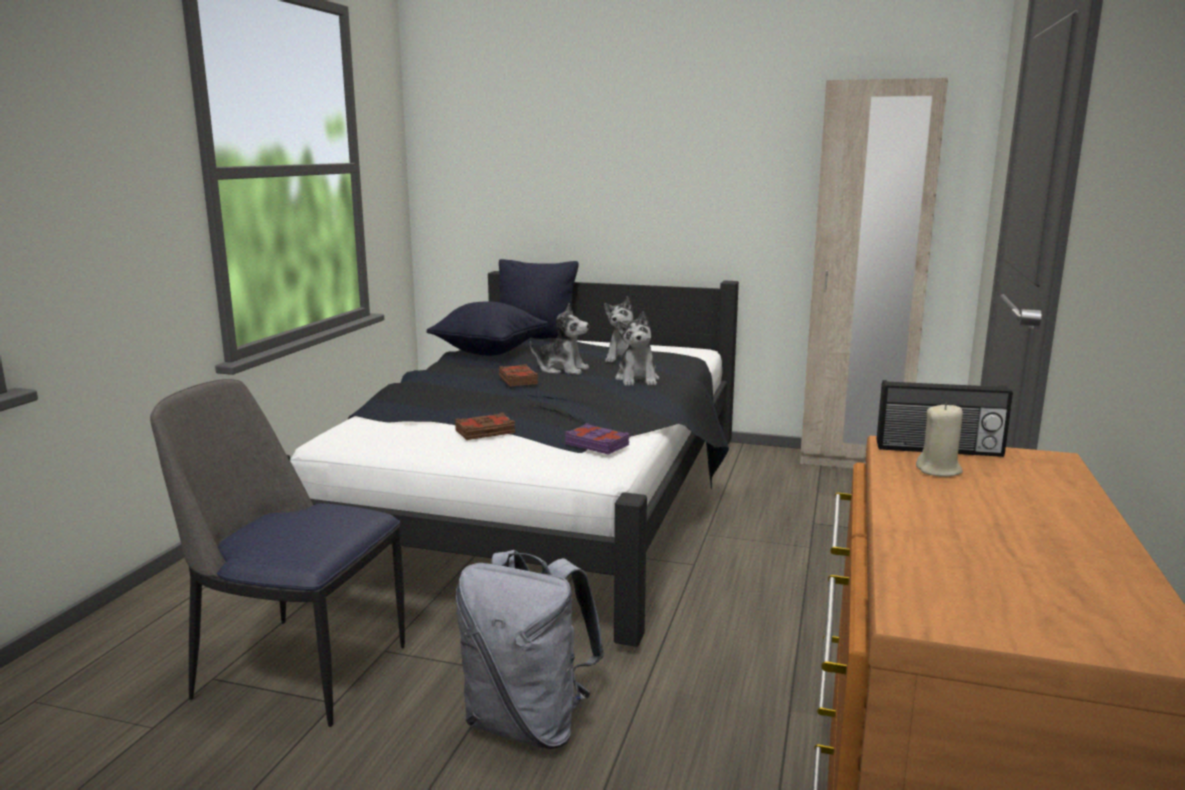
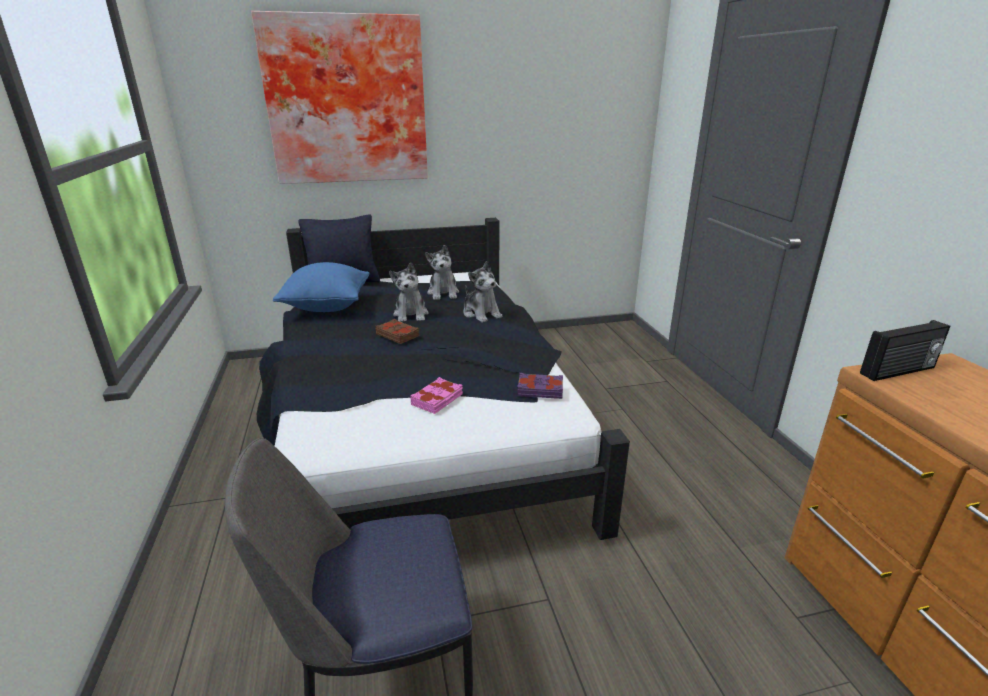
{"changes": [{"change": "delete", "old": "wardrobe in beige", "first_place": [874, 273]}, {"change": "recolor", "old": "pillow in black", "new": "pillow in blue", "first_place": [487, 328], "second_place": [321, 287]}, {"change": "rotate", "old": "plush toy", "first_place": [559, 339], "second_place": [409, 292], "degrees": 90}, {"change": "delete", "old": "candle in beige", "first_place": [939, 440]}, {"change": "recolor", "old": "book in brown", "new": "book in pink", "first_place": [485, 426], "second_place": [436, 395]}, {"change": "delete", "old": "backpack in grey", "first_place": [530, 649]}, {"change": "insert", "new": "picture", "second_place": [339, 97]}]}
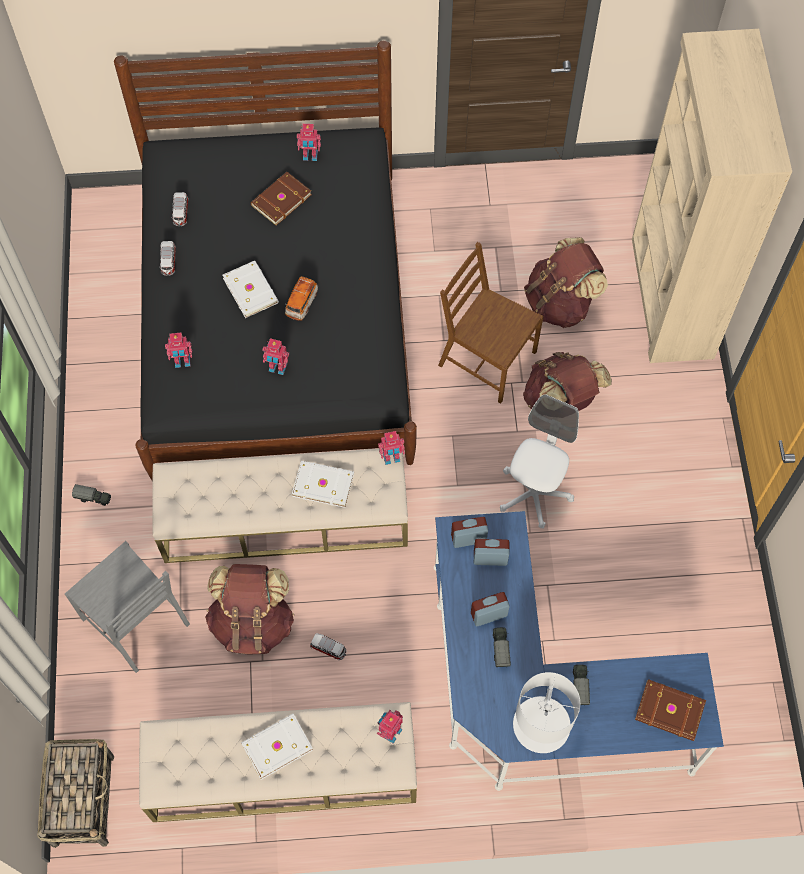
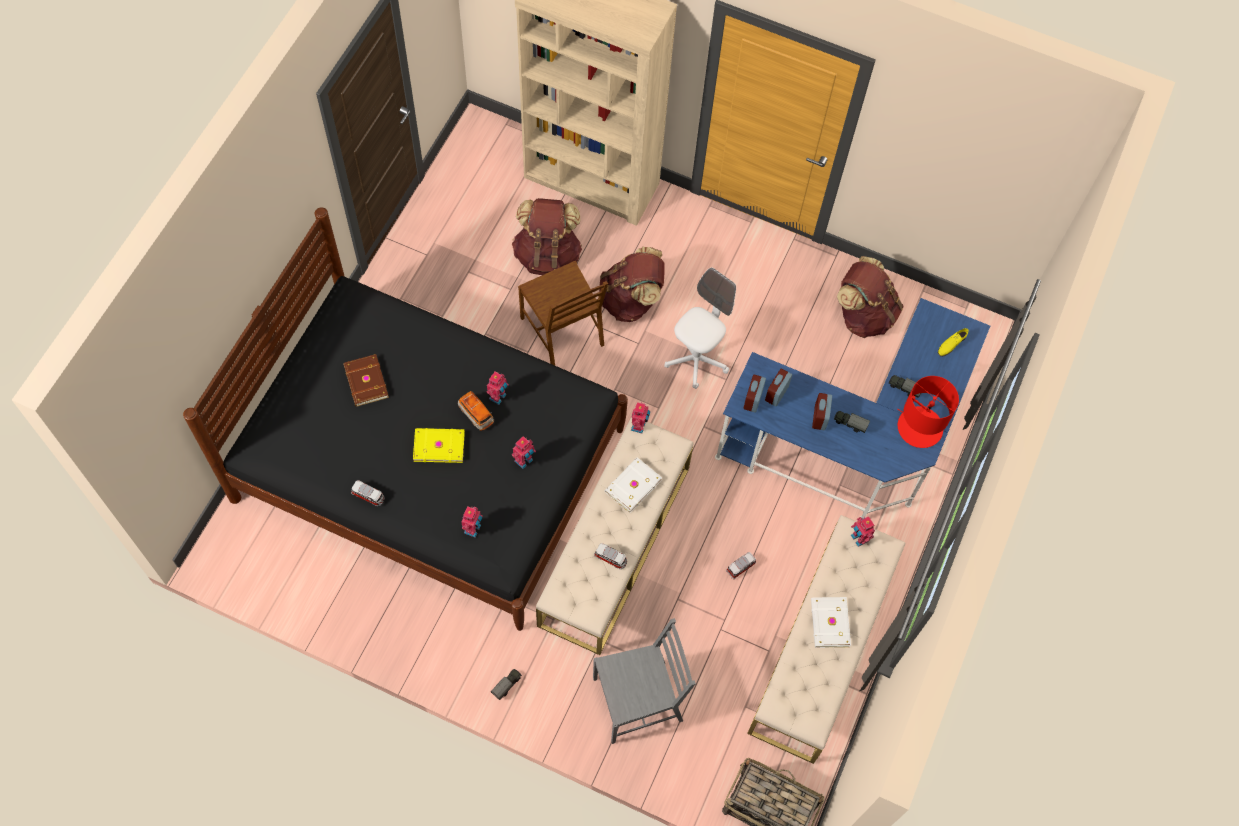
{"changes": [{"change": "move", "old": "toy robot", "first_place": [309, 142], "second_place": [498, 388]}, {"change": "move", "old": "toy car", "first_place": [180, 209], "second_place": [610, 556]}, {"change": "rotate", "old": "chair in brown", "first_place": [490, 322], "second_place": [563, 313], "degrees": -90}, {"change": "recolor", "old": "book in white", "new": "book in yellow", "first_place": [251, 289], "second_place": [439, 445]}, {"change": "rotate", "old": "office chair in white", "first_place": [539, 461], "second_place": [700, 328], "degrees": 75}, {"change": "move", "old": "backpack in brown", "first_place": [249, 609], "second_place": [870, 297]}, {"change": "recolor", "old": "table lamp in white", "new": "table lamp in red", "first_place": [546, 712], "second_place": [928, 412]}, {"change": "replace", "old": "book in brown", "new": "shoe in yellow", "first_place": [670, 710], "second_place": [953, 342]}]}
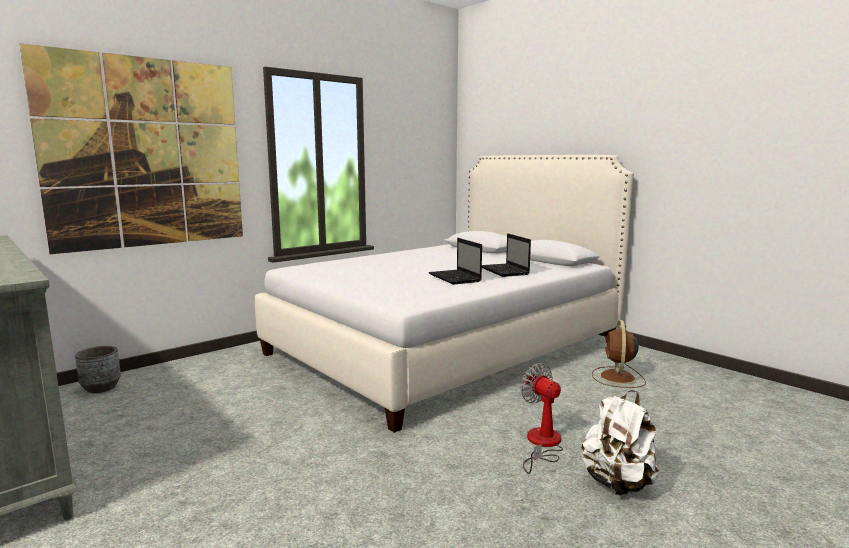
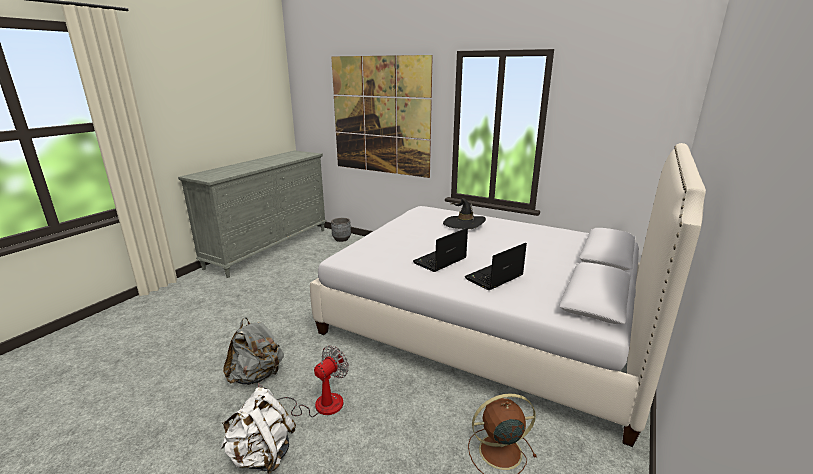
{"changes": [{"change": "insert", "new": "hat in black", "second_place": [464, 213]}, {"change": "insert", "new": "backpack in grey", "second_place": [253, 351]}]}
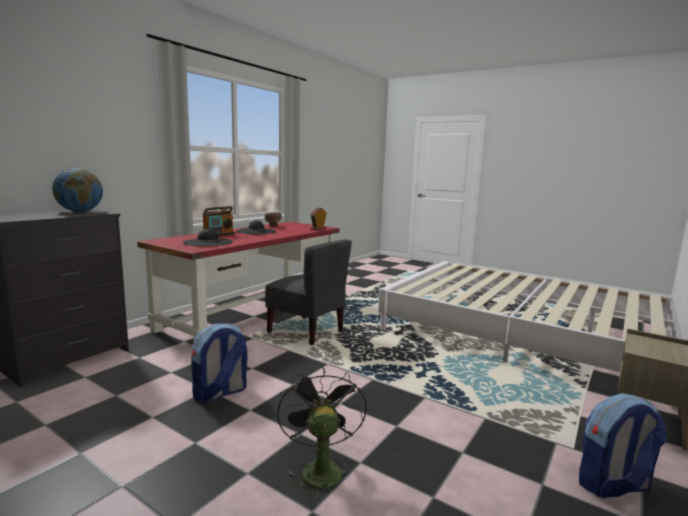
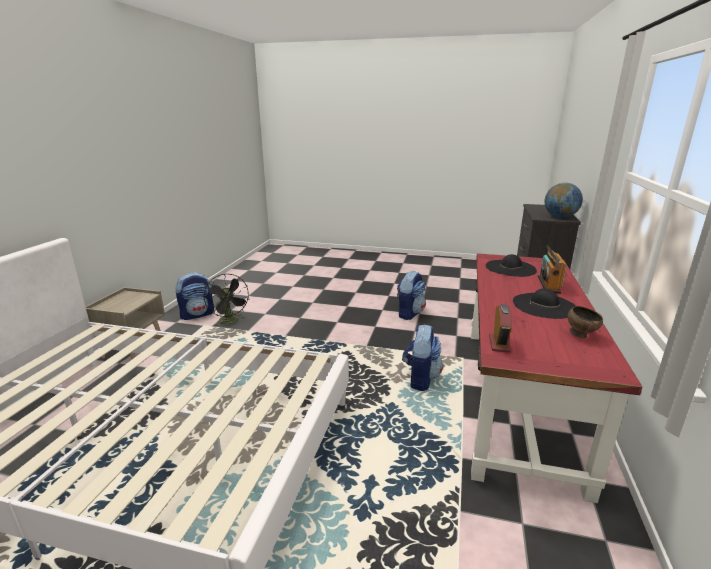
{"changes": [{"change": "replace", "old": "chair in grey", "new": "backpack", "first_place": [308, 292], "second_place": [422, 357]}, {"change": "move", "old": "fan in black", "first_place": [322, 432], "second_place": [227, 300]}]}
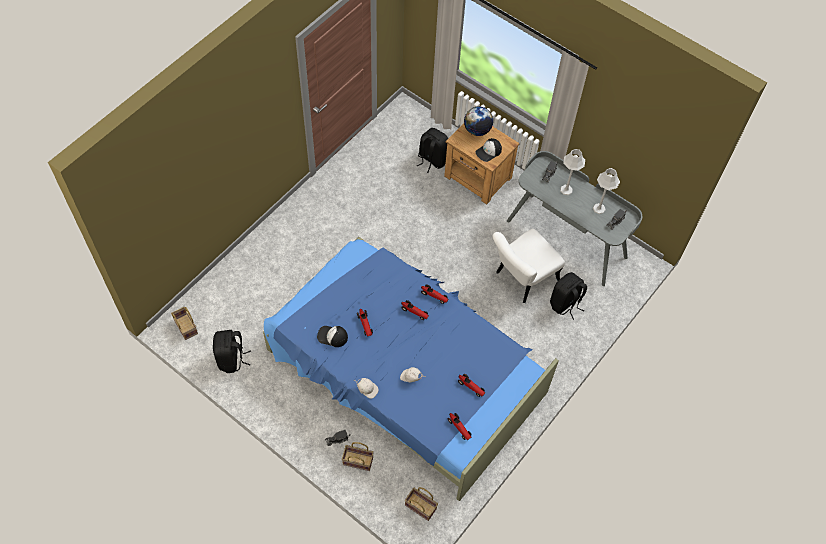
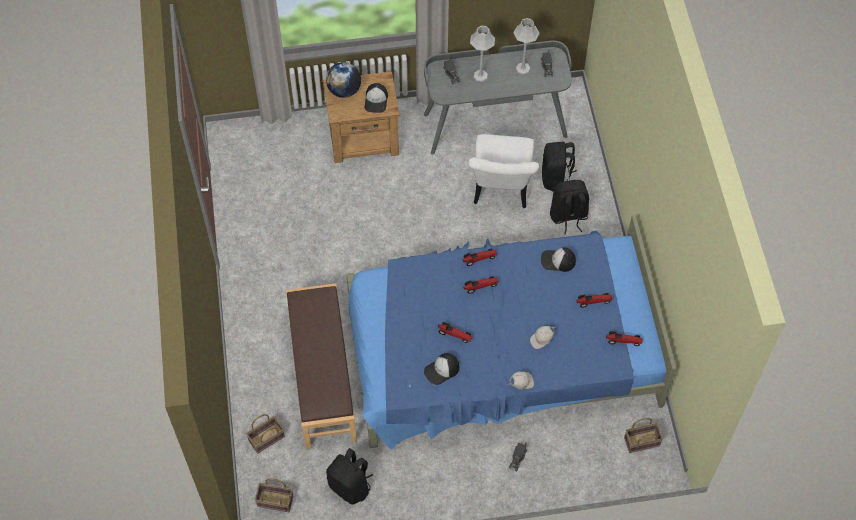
{"changes": [{"change": "move", "old": "backpack in black", "first_place": [432, 150], "second_place": [569, 207]}, {"change": "move", "old": "basket", "first_place": [358, 456], "second_place": [265, 434]}, {"change": "insert", "new": "cap", "second_place": [558, 260]}, {"change": "insert", "new": "bench in brown", "second_place": [321, 366]}]}
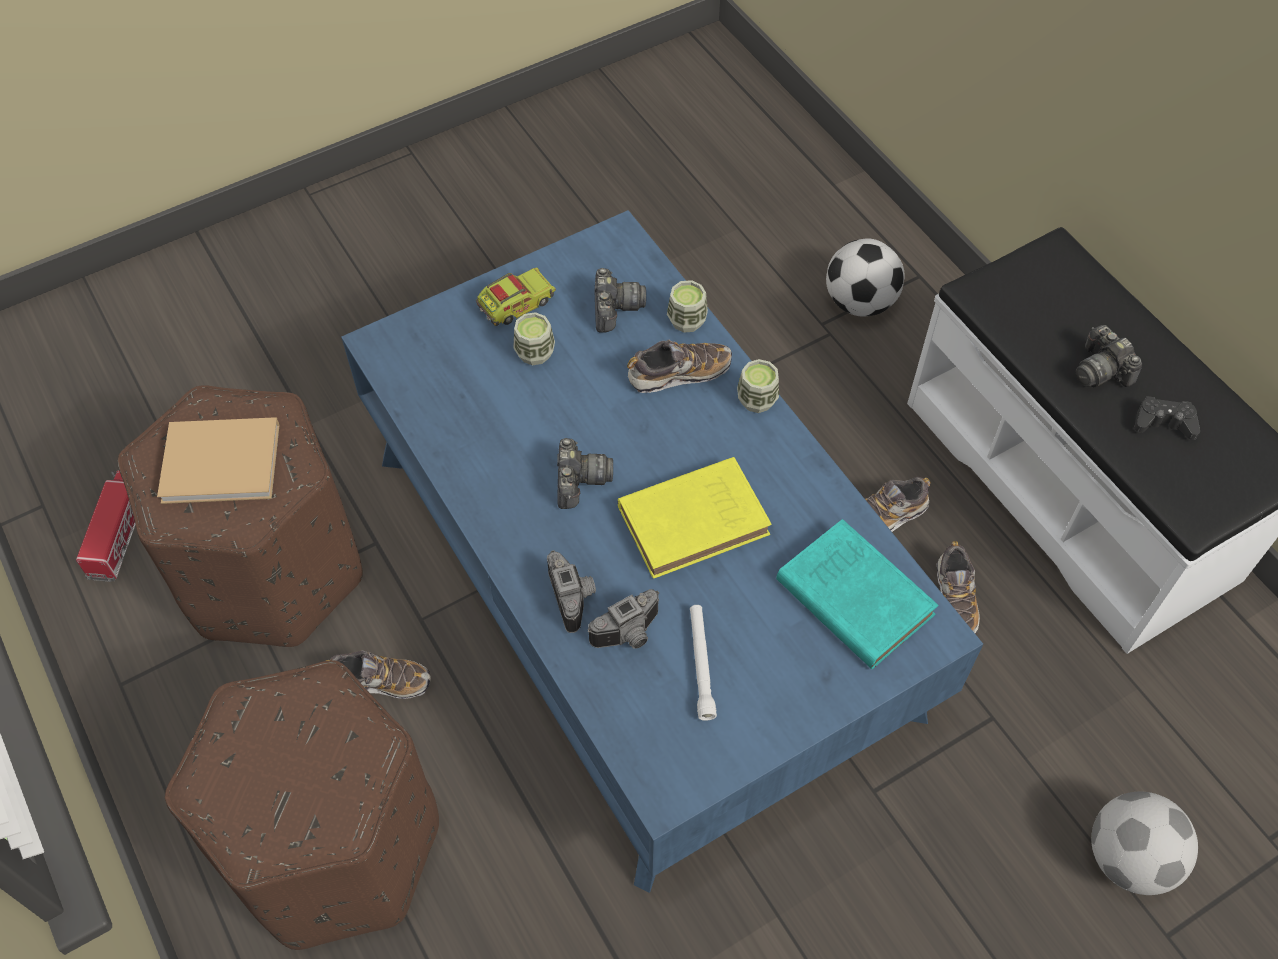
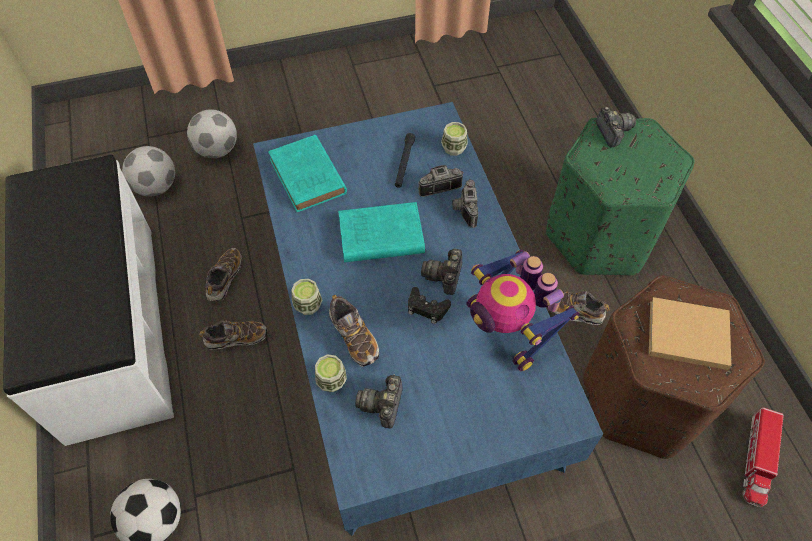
{"changes": [{"change": "delete", "old": "toy truck", "first_place": [516, 296]}, {"change": "move", "old": "cup", "first_place": [534, 338], "second_place": [454, 139]}, {"change": "move", "old": "photo camera", "first_place": [1109, 356], "second_place": [616, 127]}, {"change": "rotate", "old": "shoe", "first_place": [679, 366], "second_place": [354, 331], "degrees": -120}, {"change": "move", "old": "game controller in black", "first_place": [1167, 418], "second_place": [429, 305]}, {"change": "recolor", "old": "book in yellow", "new": "book in turquoise", "first_place": [695, 518], "second_place": [381, 232]}, {"change": "recolor", "old": "flashlight in white", "new": "flashlight in black", "first_place": [703, 663], "second_place": [405, 160]}, {"change": "recolor", "old": "ottoman in brown", "new": "ottoman in green", "first_place": [302, 805], "second_place": [620, 196]}, {"change": "insert", "new": "football", "second_place": [148, 171]}, {"change": "insert", "new": "toy robot", "second_place": [523, 310]}]}
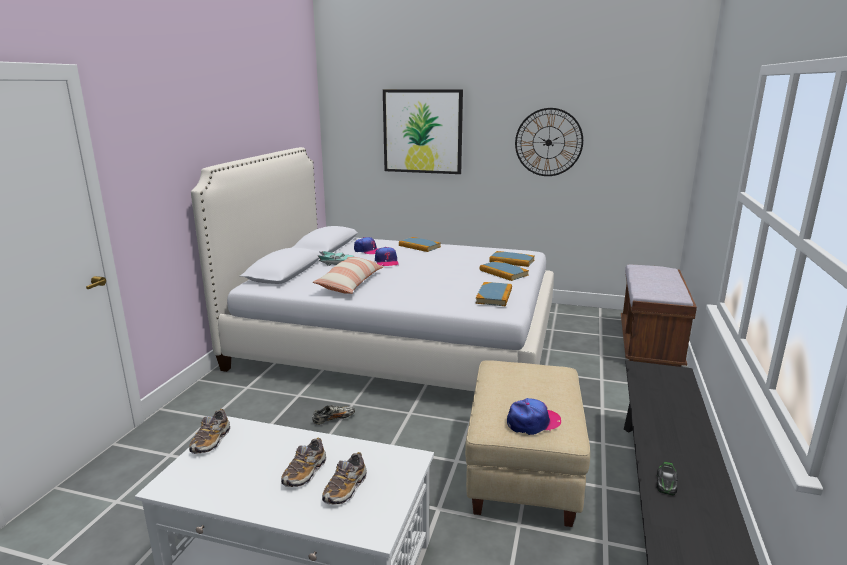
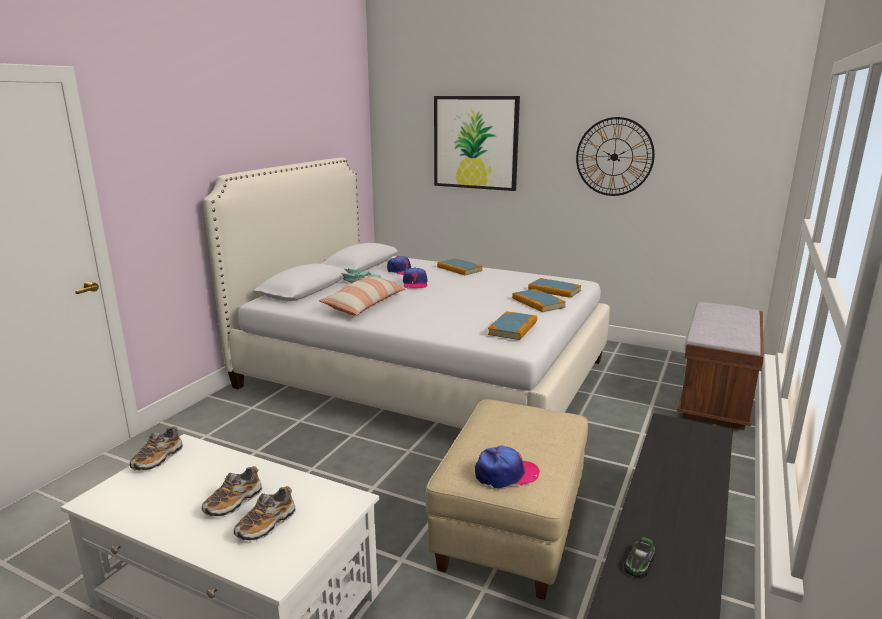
{"changes": [{"change": "delete", "old": "shoe", "first_place": [333, 415]}]}
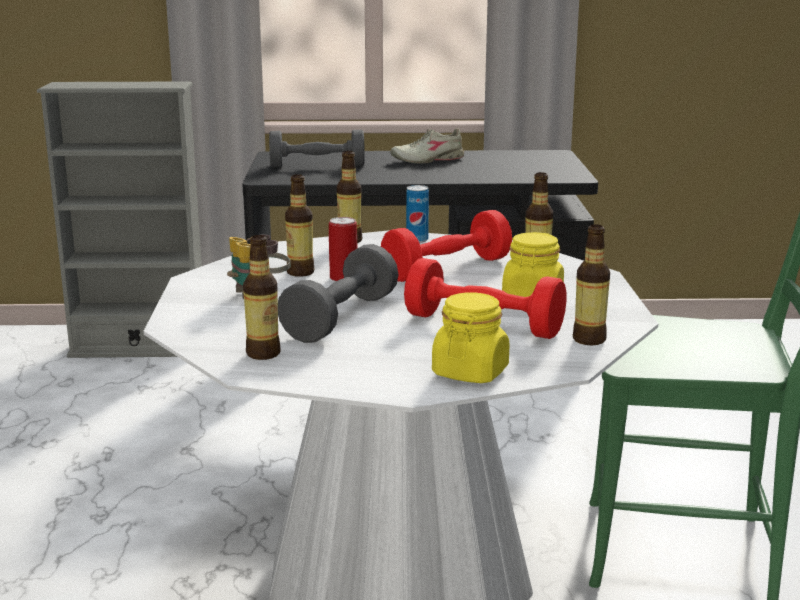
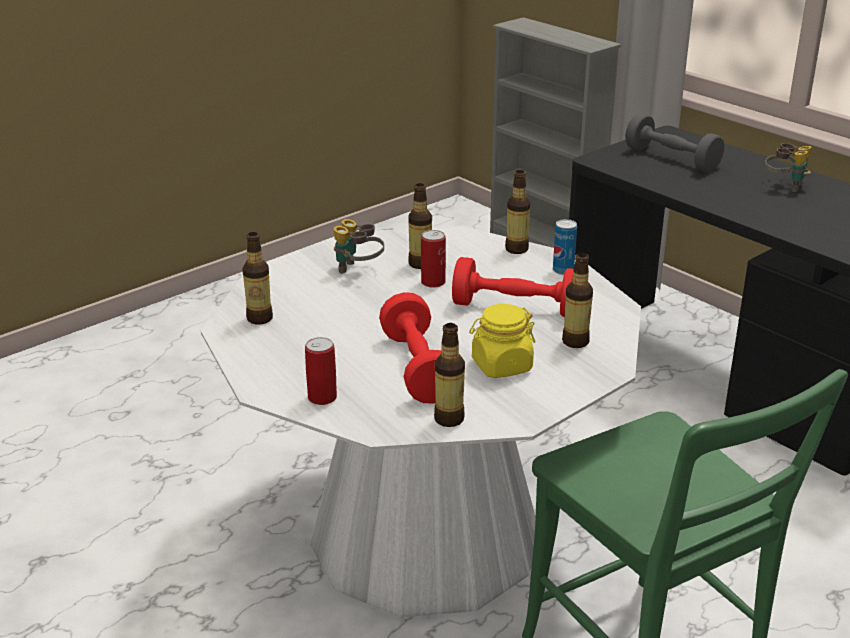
{"changes": [{"change": "replace", "old": "shoe in beige", "new": "binoculars", "first_place": [427, 146], "second_place": [788, 167]}, {"change": "delete", "old": "dumbbell in grey", "first_place": [338, 293]}, {"change": "replace", "old": "jar in yellow", "new": "can", "first_place": [470, 337], "second_place": [321, 371]}]}
